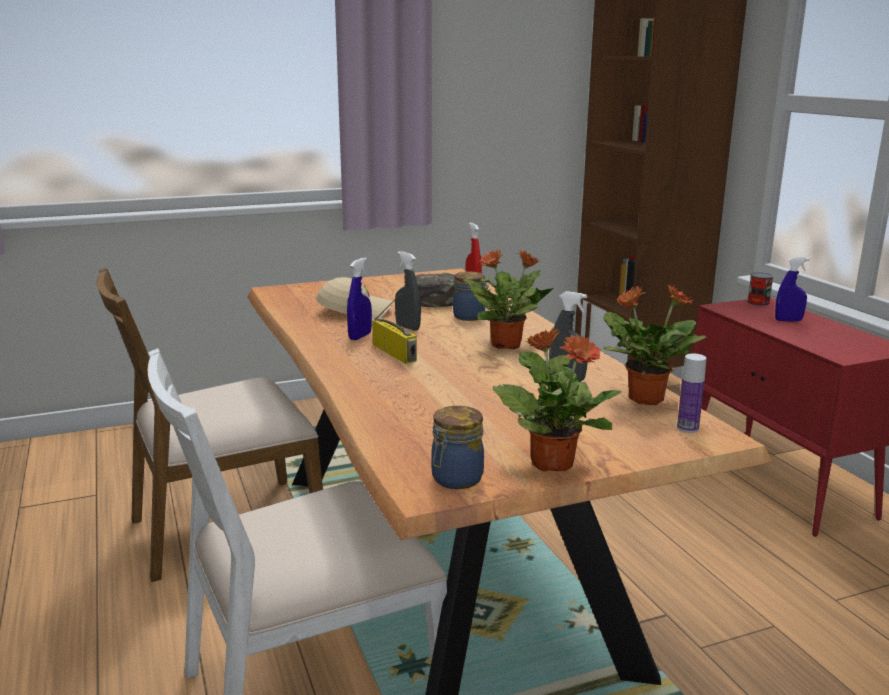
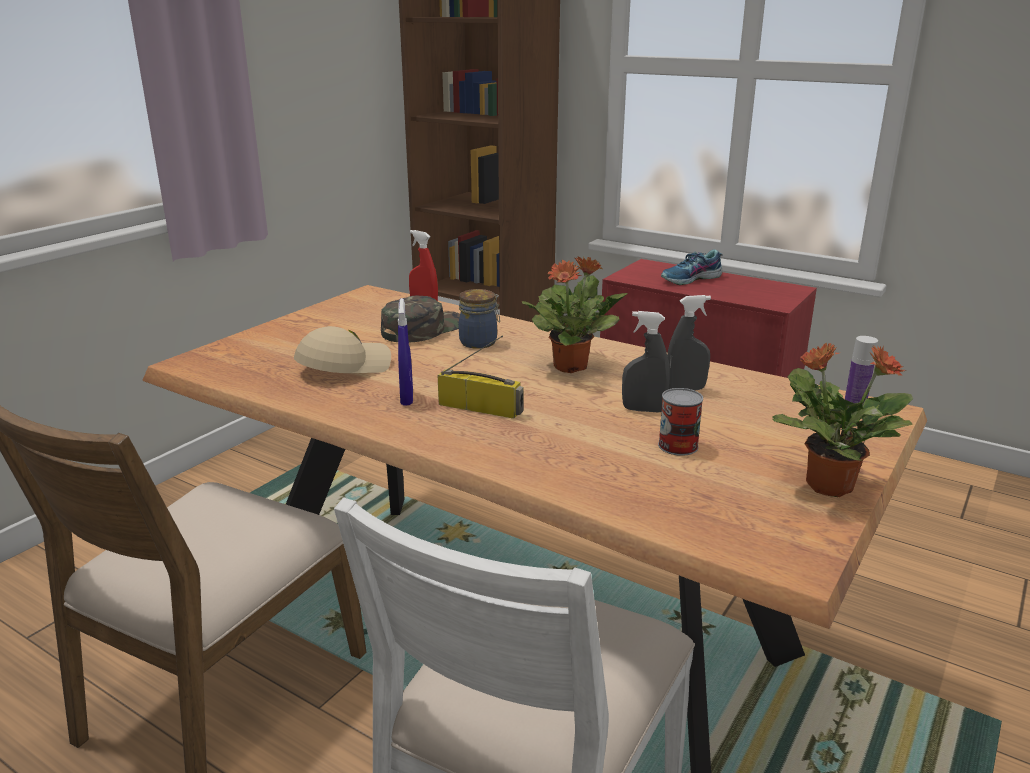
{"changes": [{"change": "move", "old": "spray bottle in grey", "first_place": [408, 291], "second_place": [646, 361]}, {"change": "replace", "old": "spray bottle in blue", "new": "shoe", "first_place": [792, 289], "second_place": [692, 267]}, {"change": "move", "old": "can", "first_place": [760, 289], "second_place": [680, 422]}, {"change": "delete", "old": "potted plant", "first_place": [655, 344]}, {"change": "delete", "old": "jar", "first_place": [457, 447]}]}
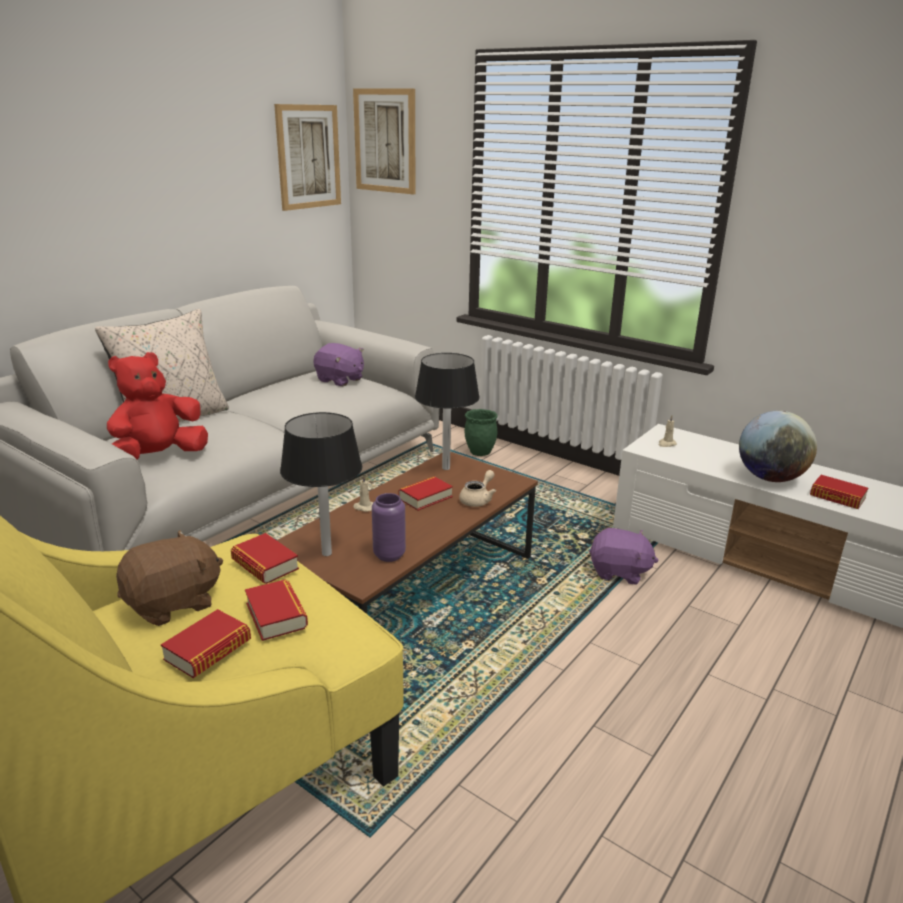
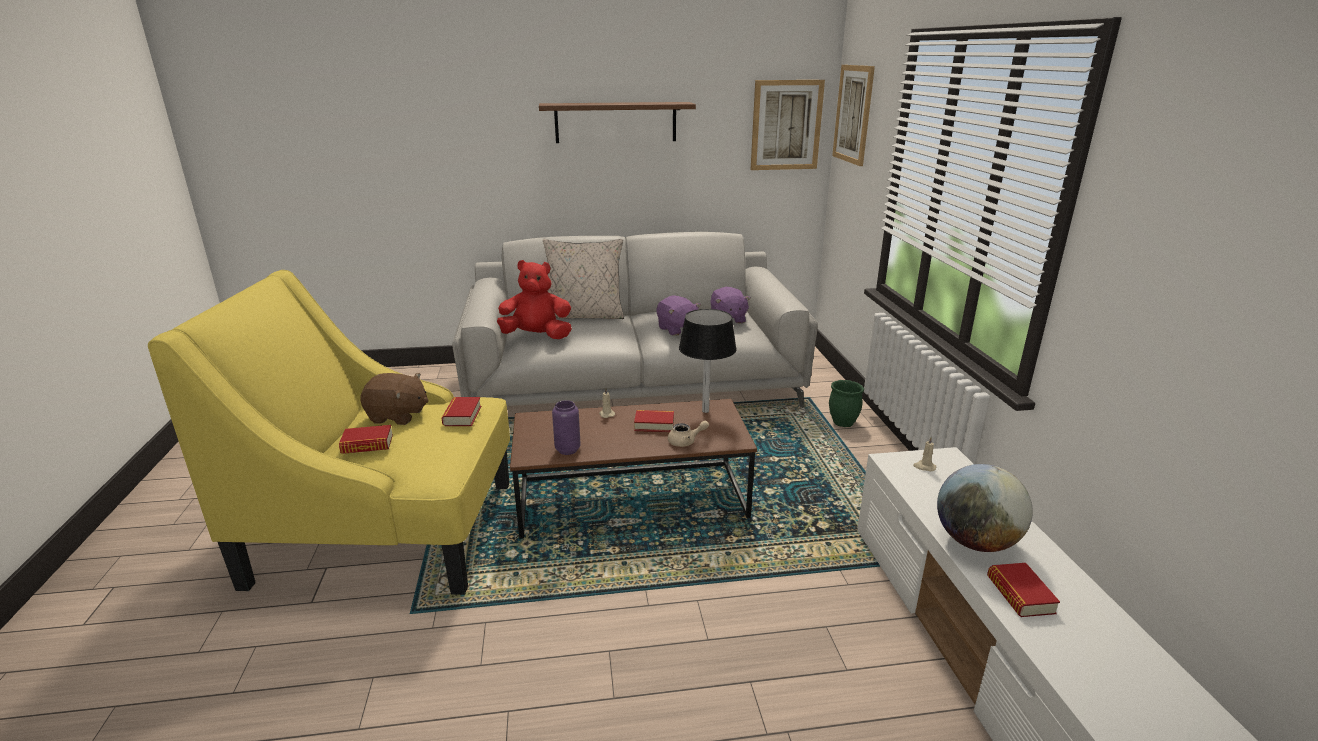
{"changes": [{"change": "delete", "old": "table lamp in black", "first_place": [321, 484]}, {"change": "move", "old": "plush toy in purple", "first_place": [624, 556], "second_place": [679, 316]}, {"change": "delete", "old": "book", "first_place": [276, 610]}, {"change": "insert", "new": "shelf in brown", "second_place": [617, 122]}]}
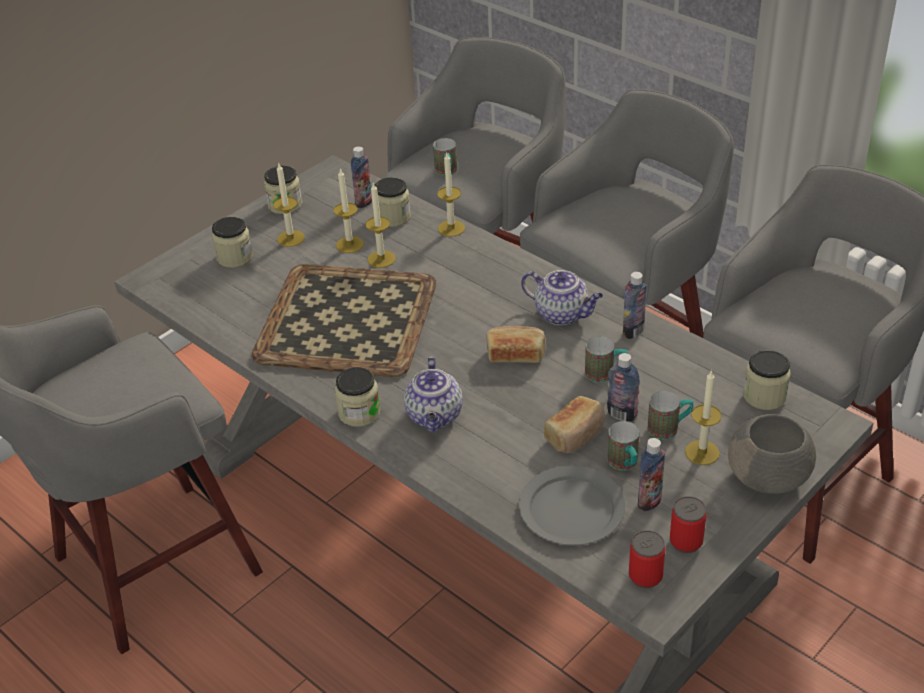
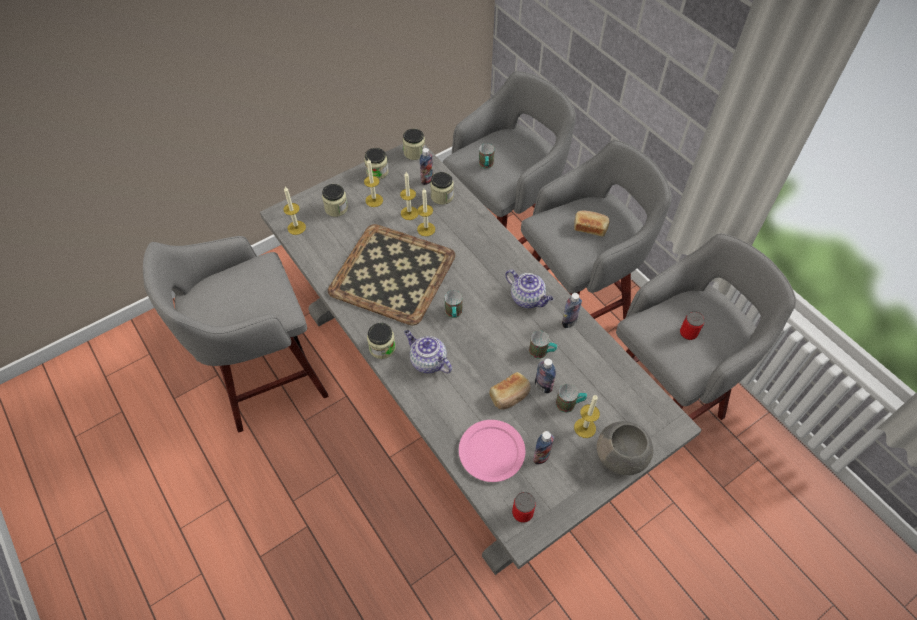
{"changes": [{"change": "move", "old": "candle", "first_place": [451, 195], "second_place": [294, 211]}, {"change": "move", "old": "bread", "first_place": [515, 344], "second_place": [592, 224]}, {"change": "move", "old": "jar", "first_place": [767, 380], "second_place": [414, 144]}, {"change": "rotate", "old": "teapot", "first_place": [433, 394], "second_place": [428, 351], "degrees": 120}, {"change": "move", "old": "mug", "first_place": [623, 446], "second_place": [454, 304]}, {"change": "recolor", "old": "plate in grey", "new": "plate in pink", "first_place": [572, 505], "second_place": [492, 451]}, {"change": "move", "old": "can", "first_place": [688, 524], "second_place": [692, 325]}]}
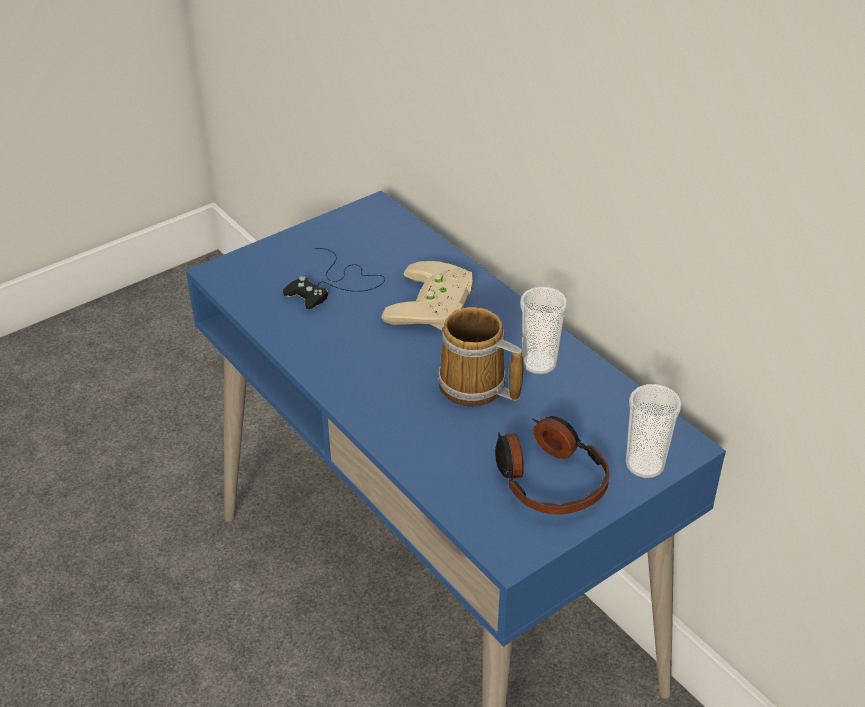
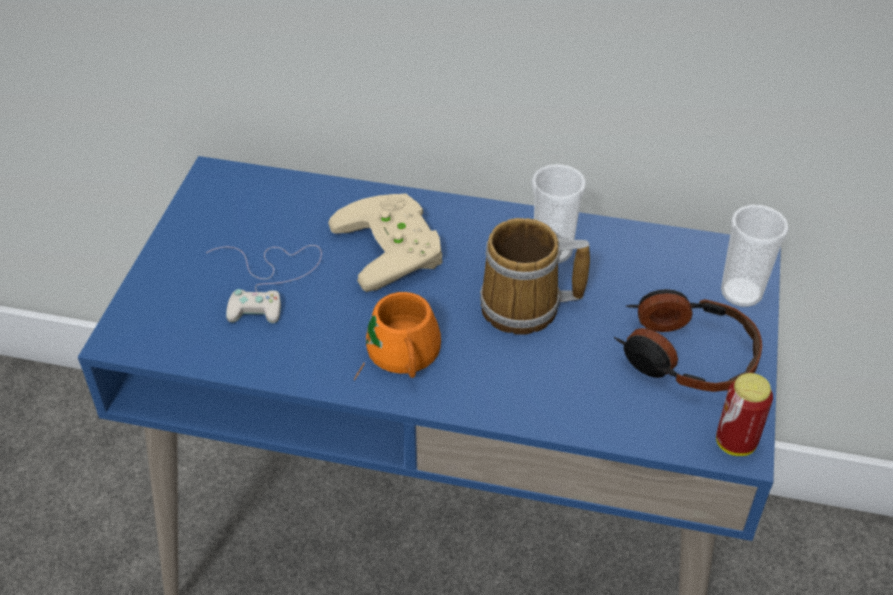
{"changes": [{"change": "recolor", "old": "game controller in black", "new": "game controller in white", "first_place": [334, 279], "second_place": [264, 284]}, {"change": "insert", "new": "mug in orange", "second_place": [397, 336]}, {"change": "insert", "new": "can", "second_place": [744, 414]}]}
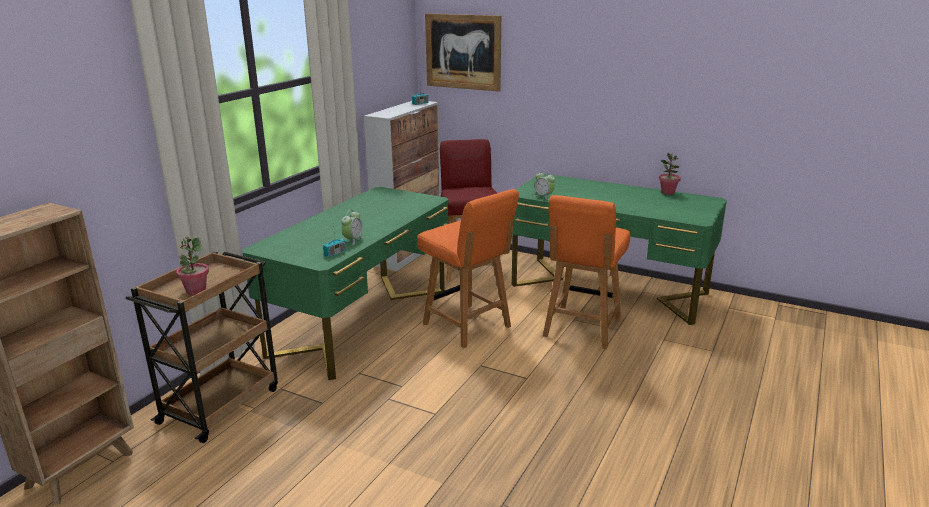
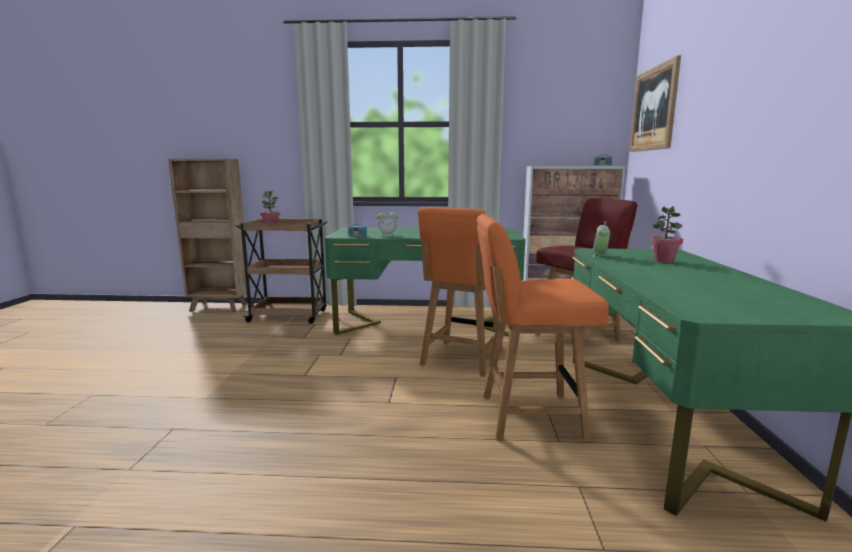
{"changes": [{"change": "move", "old": "potted plant", "first_place": [670, 174], "second_place": [666, 234]}]}
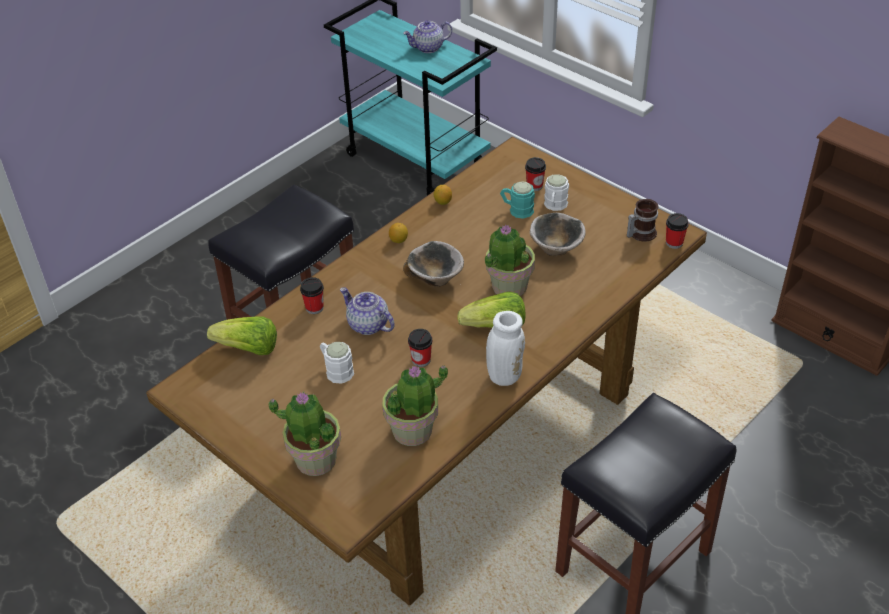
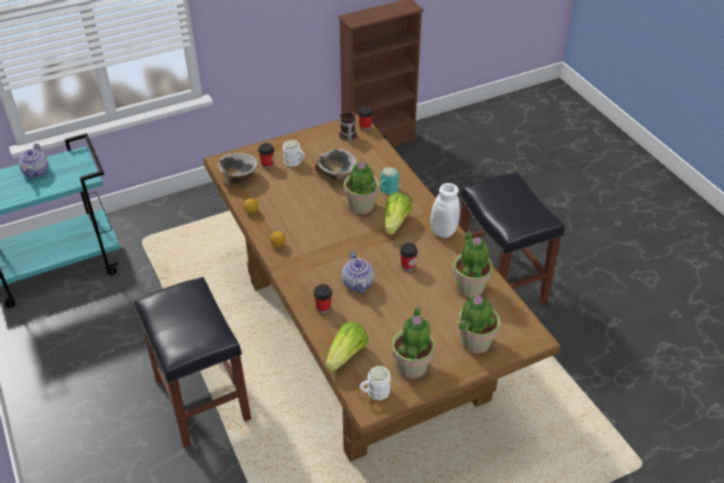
{"changes": [{"change": "move", "old": "mug in turquoise", "first_place": [517, 200], "second_place": [389, 181]}, {"change": "move", "old": "bowl", "first_place": [433, 264], "second_place": [238, 170]}, {"change": "rotate", "old": "teapot", "first_place": [367, 311], "second_place": [358, 272], "degrees": -75}, {"change": "move", "old": "mug in white", "first_place": [336, 363], "second_place": [375, 383]}, {"change": "insert", "new": "potted plant", "second_place": [413, 343]}]}
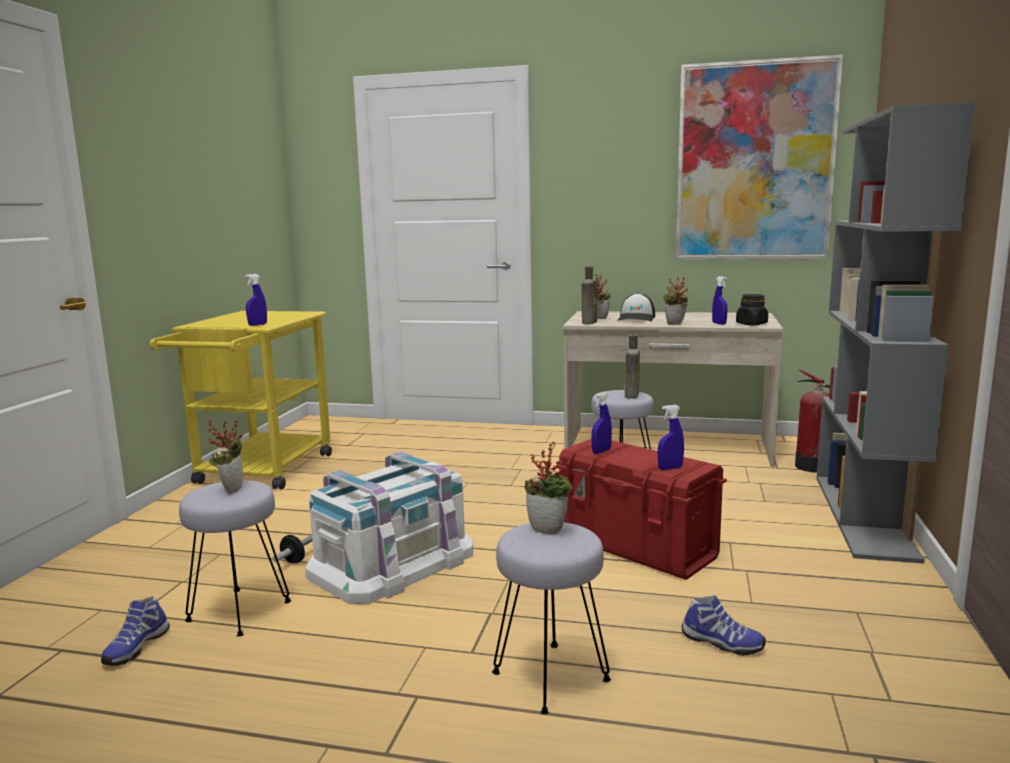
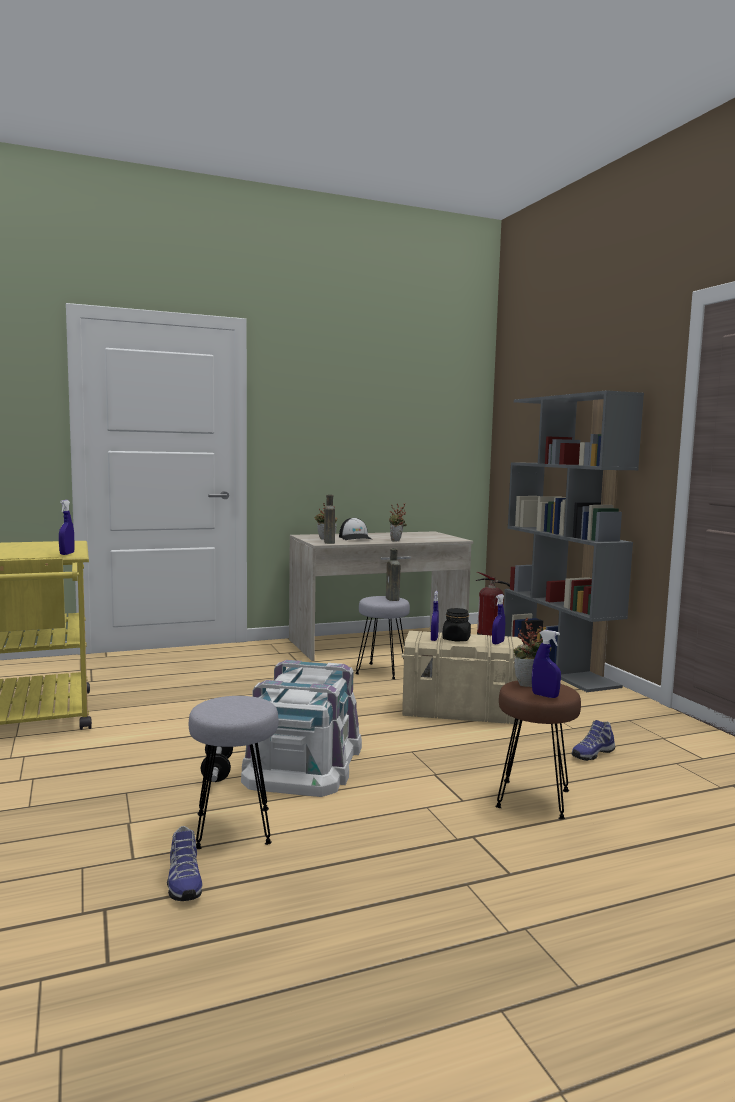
{"changes": [{"change": "delete", "old": "picture", "first_place": [759, 157]}, {"change": "move", "old": "spray bottle in blue", "first_place": [720, 300], "second_place": [546, 664]}, {"change": "move", "old": "jar in black", "first_place": [752, 309], "second_place": [456, 624]}, {"change": "delete", "old": "potted plant", "first_place": [225, 456]}, {"change": "recolor", "old": "storage box in red", "new": "storage box in beige", "first_place": [641, 509], "second_place": [462, 677]}, {"change": "recolor", "old": "stool in grey", "new": "stool in brown", "first_place": [551, 618], "second_place": [538, 749]}, {"change": "rotate", "old": "shoe", "first_place": [724, 625], "second_place": [593, 740], "degrees": 150}]}
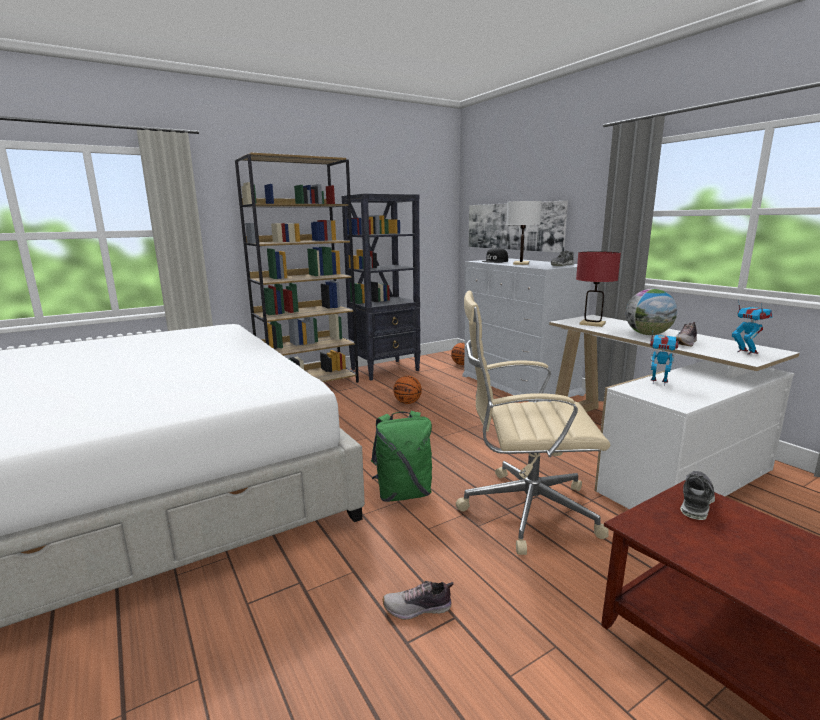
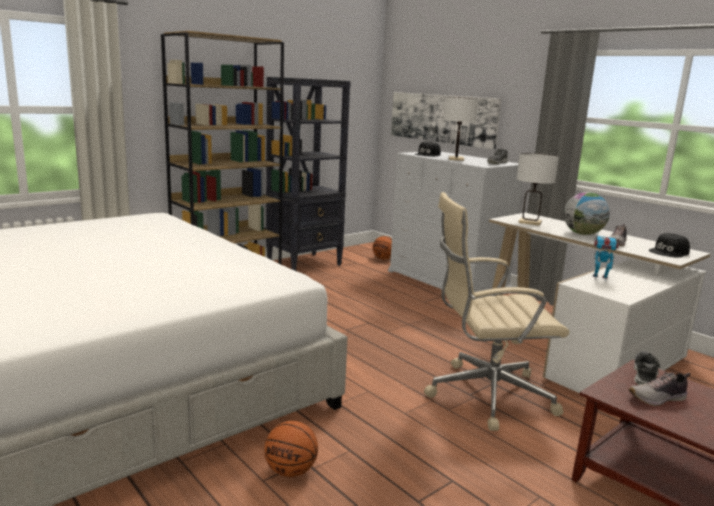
{"changes": [{"change": "recolor", "old": "table lamp in red", "new": "table lamp in white", "first_place": [598, 289], "second_place": [537, 189]}, {"change": "replace", "old": "toy robot", "new": "cap in black", "first_place": [752, 327], "second_place": [669, 245]}, {"change": "move", "old": "basketball", "first_place": [407, 390], "second_place": [291, 449]}, {"change": "delete", "old": "backpack in green", "first_place": [401, 456]}, {"change": "move", "old": "shoe", "first_place": [418, 600], "second_place": [660, 389]}]}
